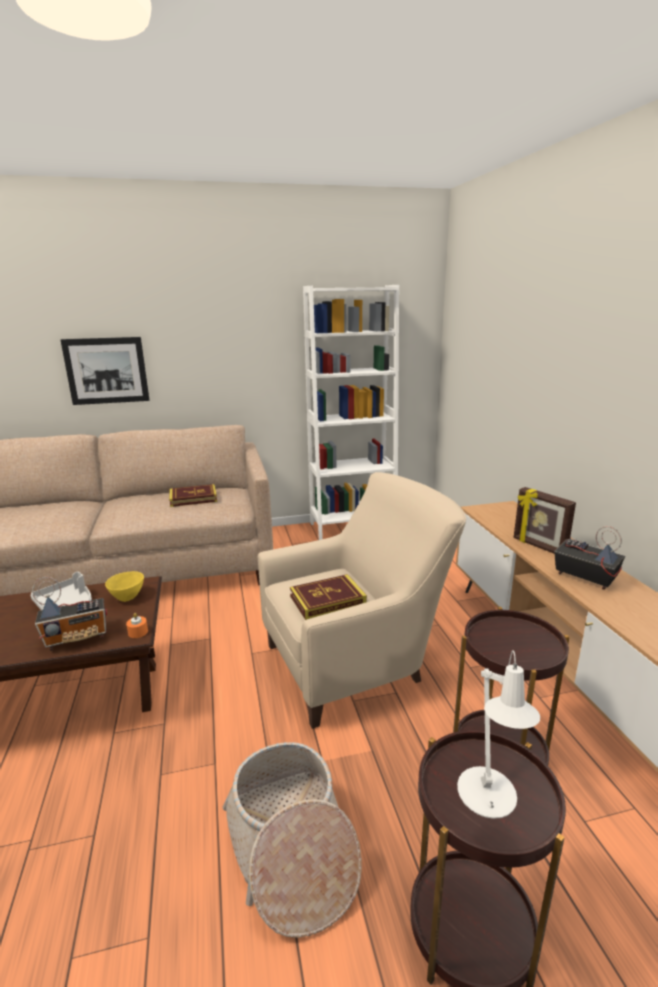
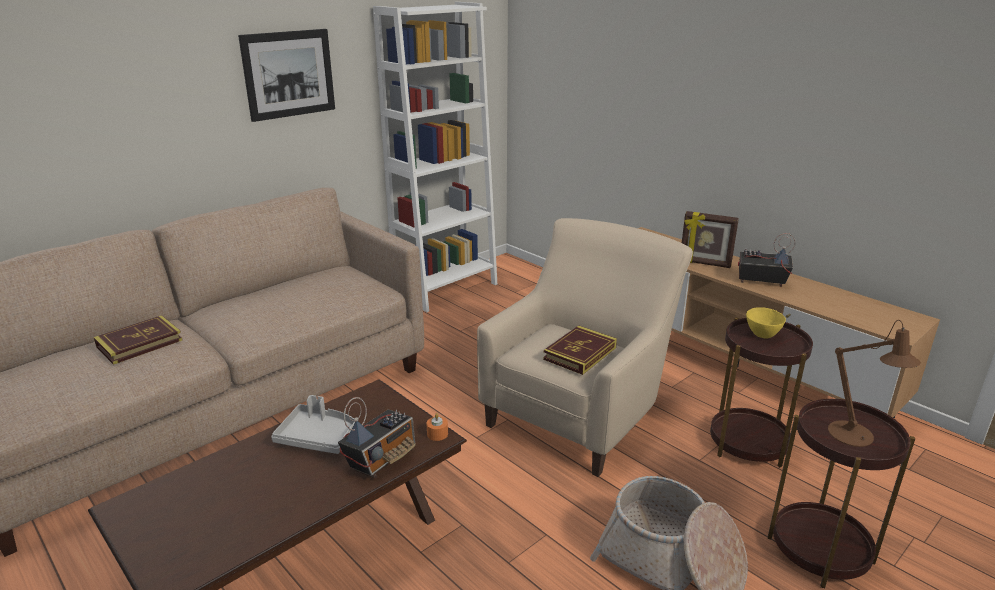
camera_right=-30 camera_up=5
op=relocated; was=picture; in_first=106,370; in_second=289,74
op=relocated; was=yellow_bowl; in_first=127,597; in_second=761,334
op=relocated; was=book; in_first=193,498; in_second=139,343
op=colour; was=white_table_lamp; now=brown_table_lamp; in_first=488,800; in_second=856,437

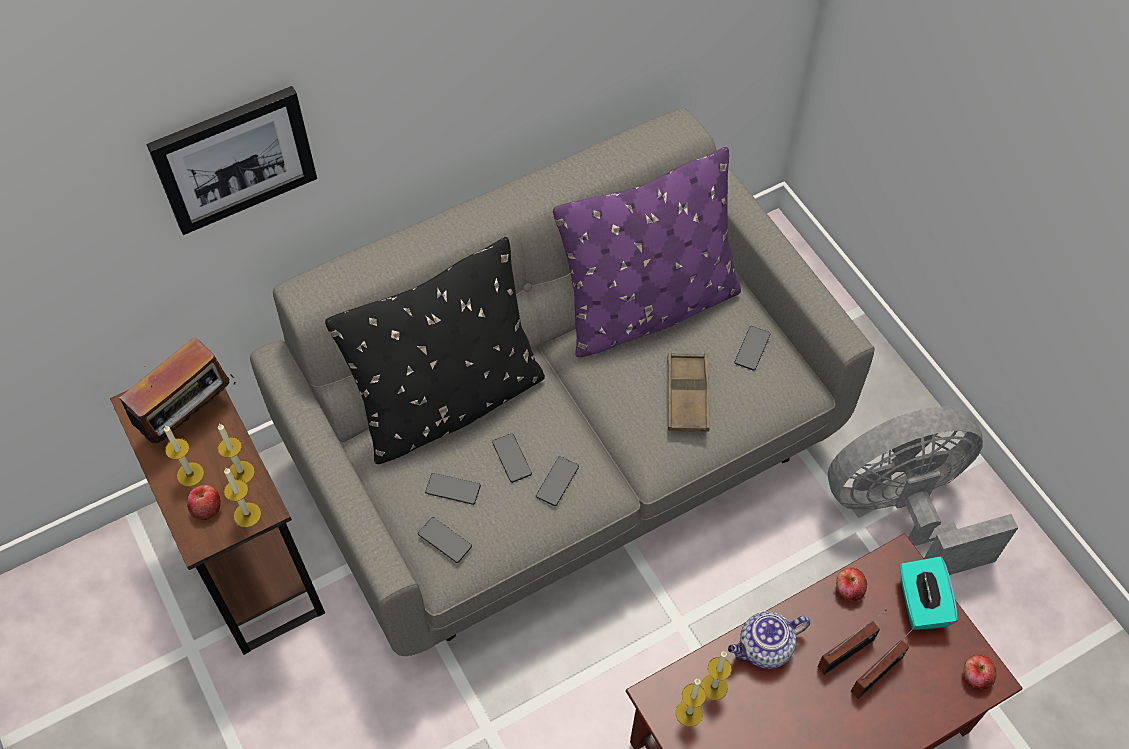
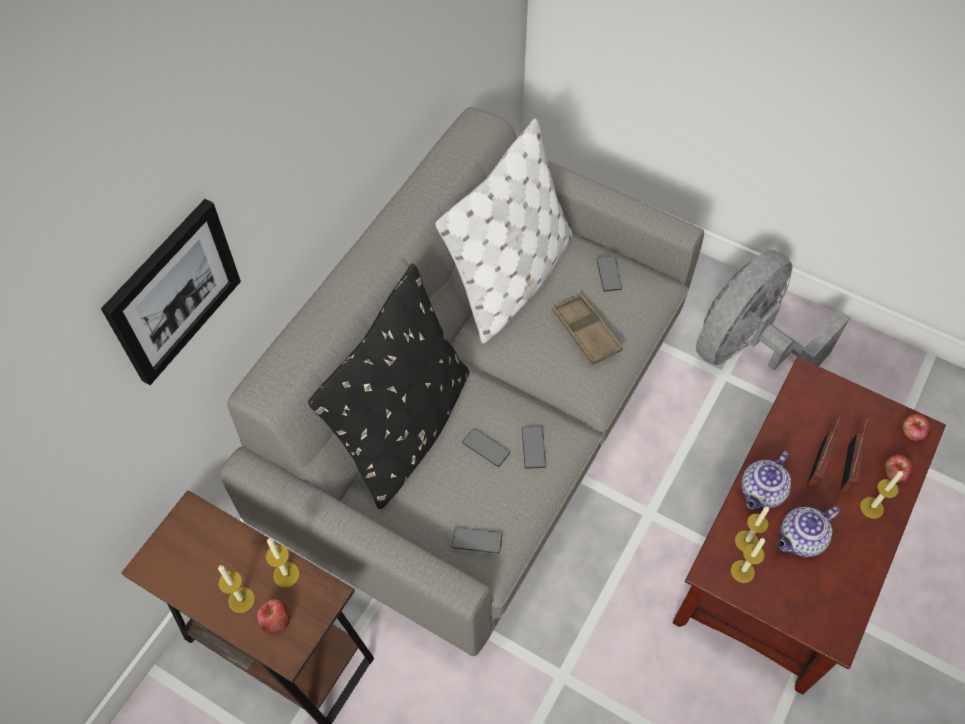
camera_right=-30 camera_up=0
op=missing; was=radio; in_first=190,417
op=missing; was=phone; in_first=453,489
op=missing; was=turquoise_tissue_box; in_first=921,603
op=appeared; now=teapot; in_second=800,540
op=relocated; was=candle; in_first=247,515; in_second=871,507
op=relocated; was=apple; in_first=849,589; in_second=894,473
op=colour; was=purple_pillow; now=white_pillow; in_first=648,307; in_second=511,280

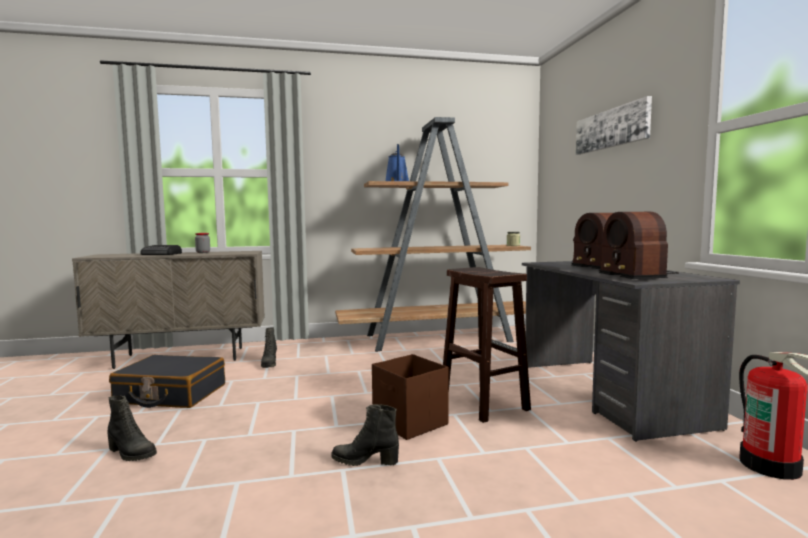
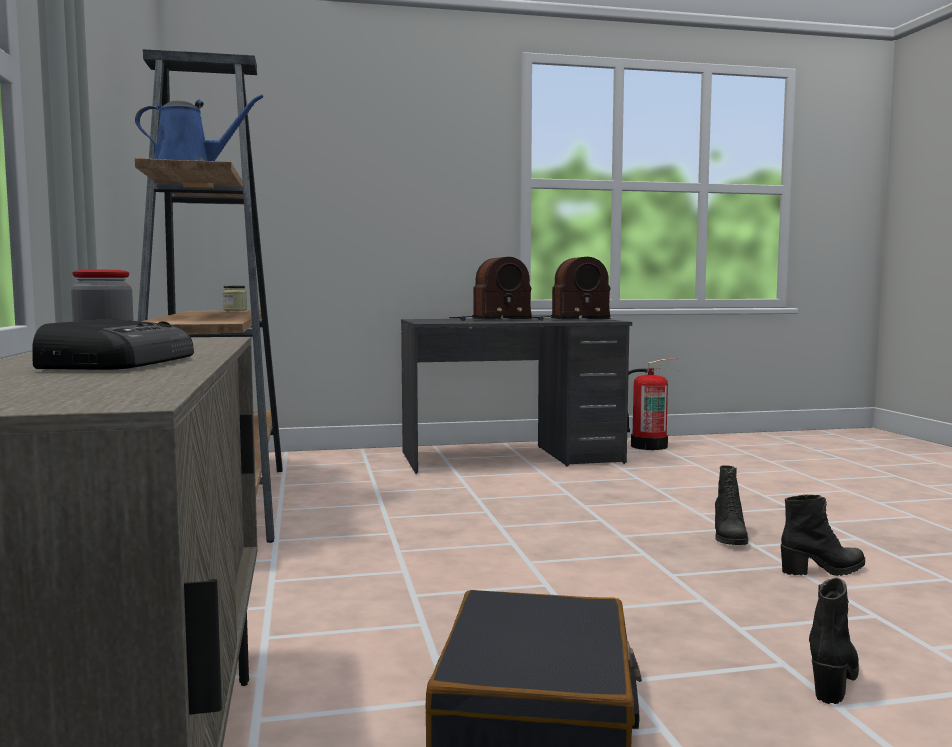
camera_right=-90 camera_up=0
op=missing; was=brown_storage_box; in_first=410,423
op=missing; was=brown_stool; in_first=482,402
op=missing; was=picture; in_first=611,128
op=relocated; was=black_boot; in_first=269,364; in_second=823,571

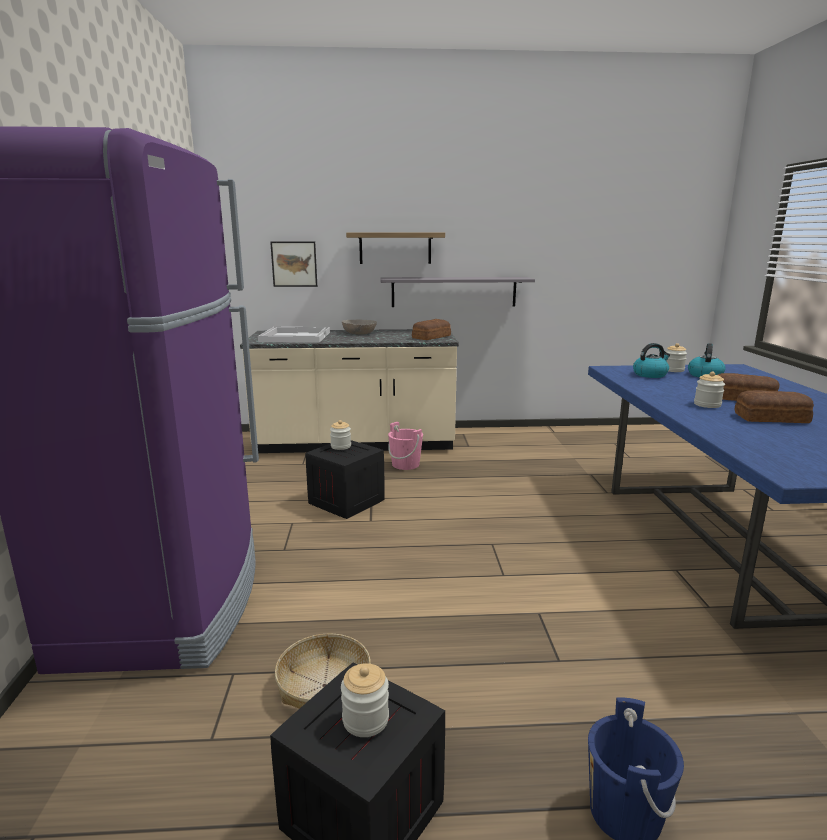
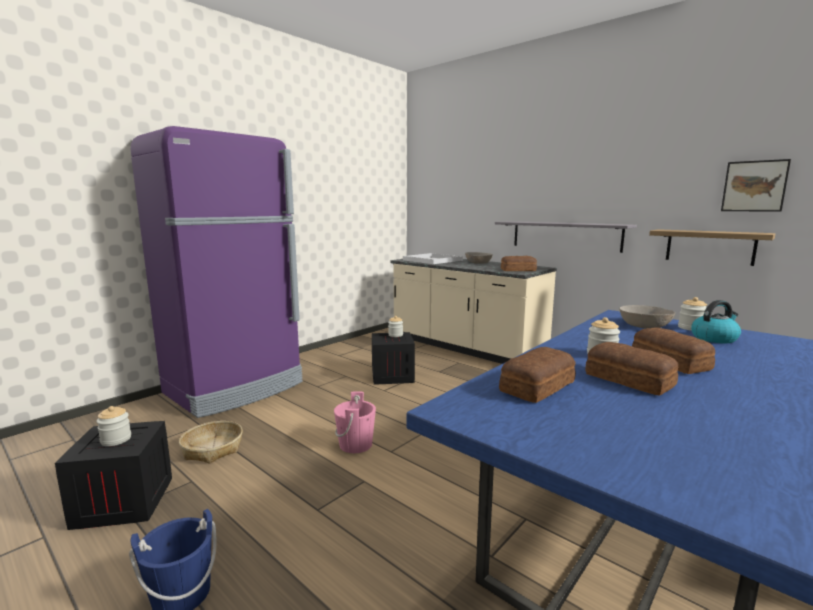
camera_right=45 camera_up=-5
op=appeared; now=bread; in_second=535,386
op=relocated; was=picture; in_first=294,264; in_second=754,186
op=relocated; was=shelf; in_first=395,248; in_second=709,246
op=relocated; was=pink_bucket; in_first=405,464; in_second=355,444
op=exchanged; was=kettle; now=grey_bowl; in_first=650,374; in_second=644,325

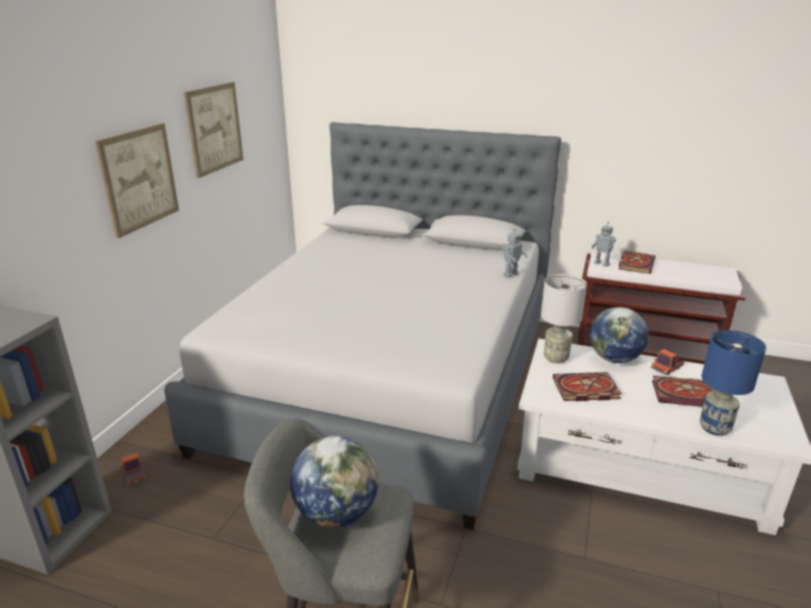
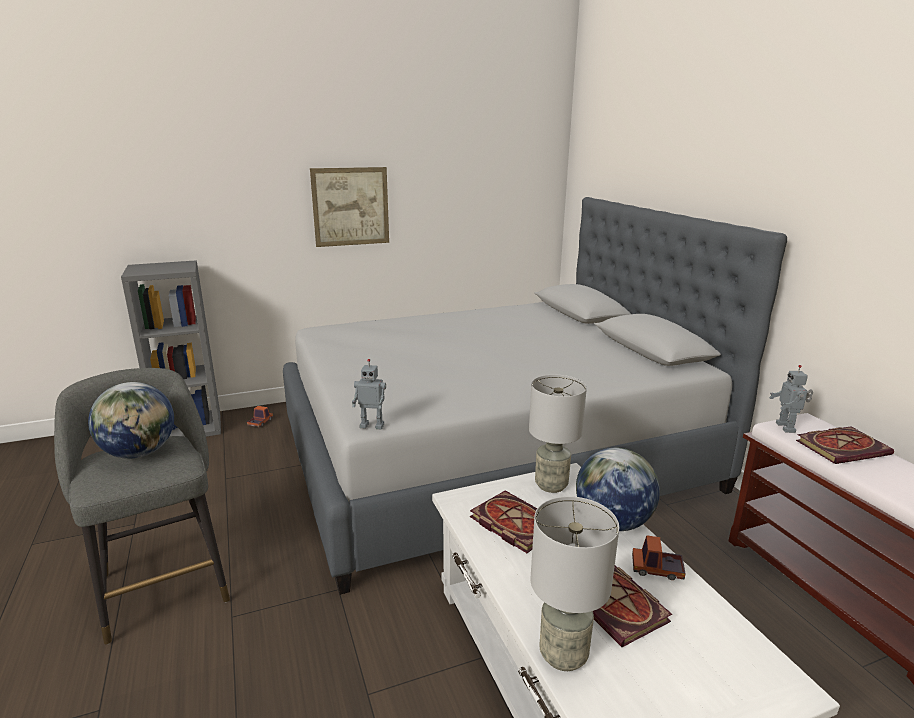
camera_right=50 camera_up=-5
op=missing; was=picture; in_first=214,128
op=relocated; was=toy_robot; in_first=510,274; in_second=372,425
op=colour; was=blue_table_lamp; now=grey_table_lamp; in_first=714,428; in_second=562,655

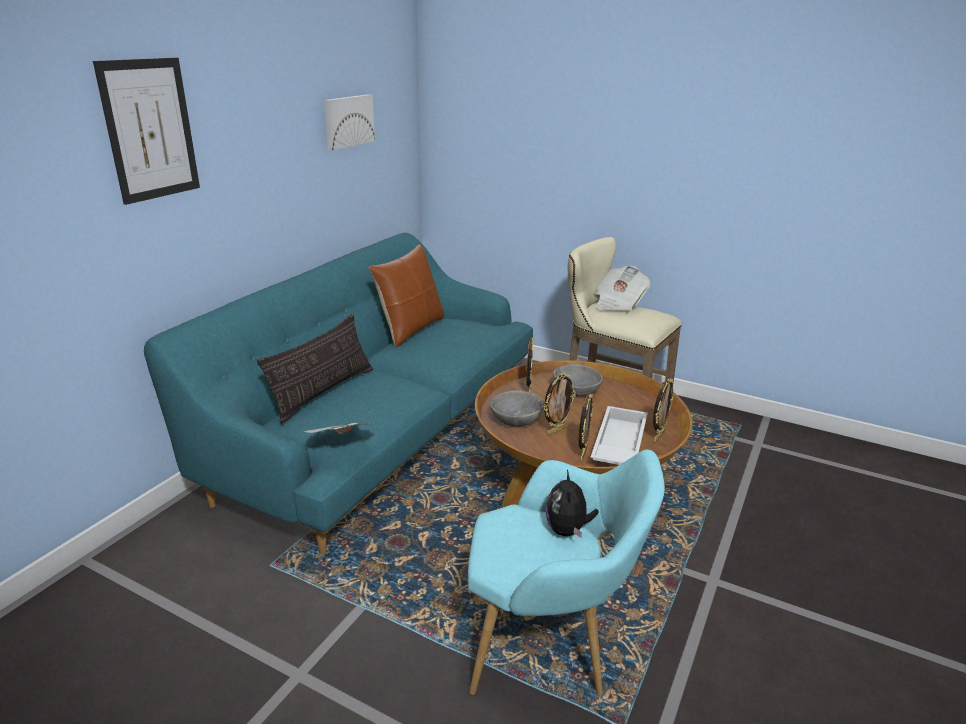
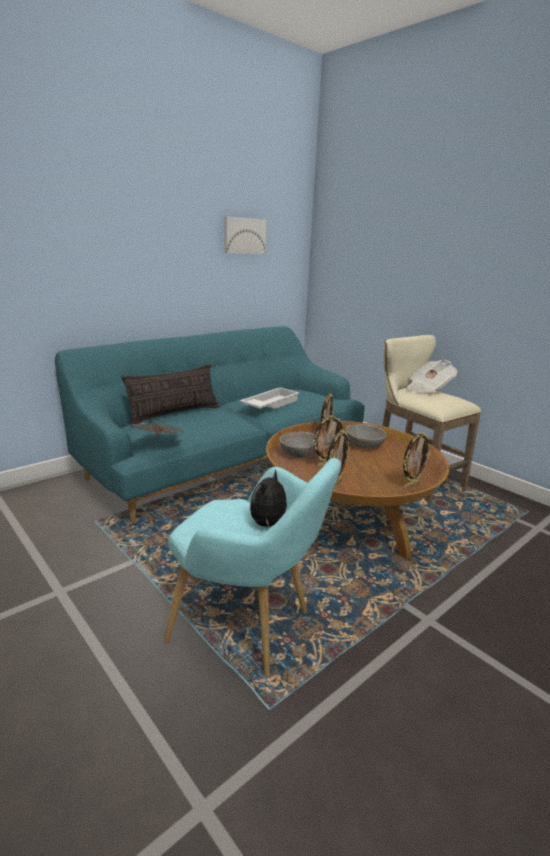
camera_right=20 camera_up=-5
op=missing; was=picture; in_first=150,130
op=missing; was=brown_pillow; in_first=410,329
op=relocated; was=white_tray; in_first=617,444; in_second=270,404

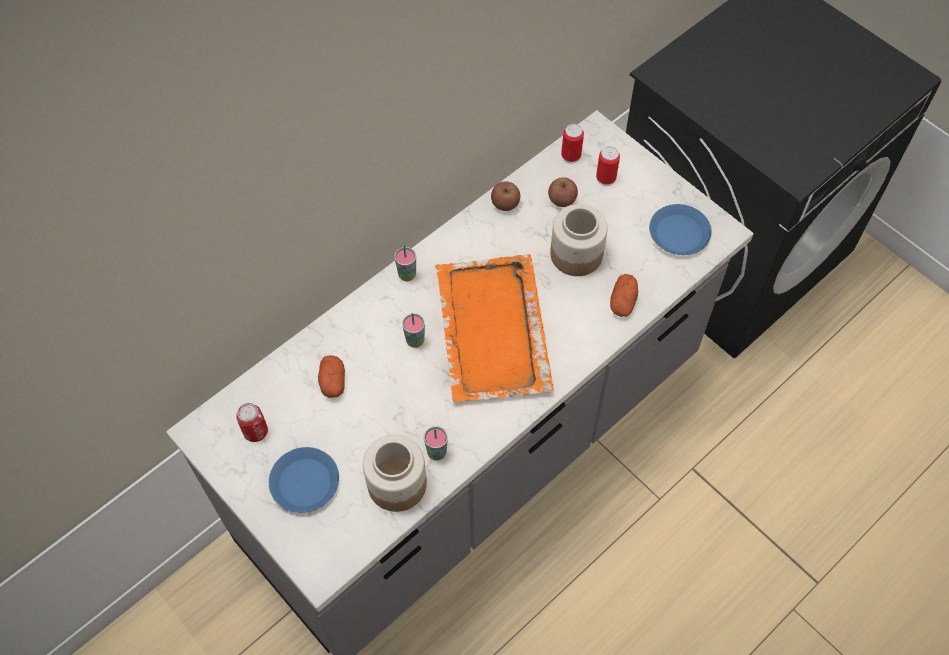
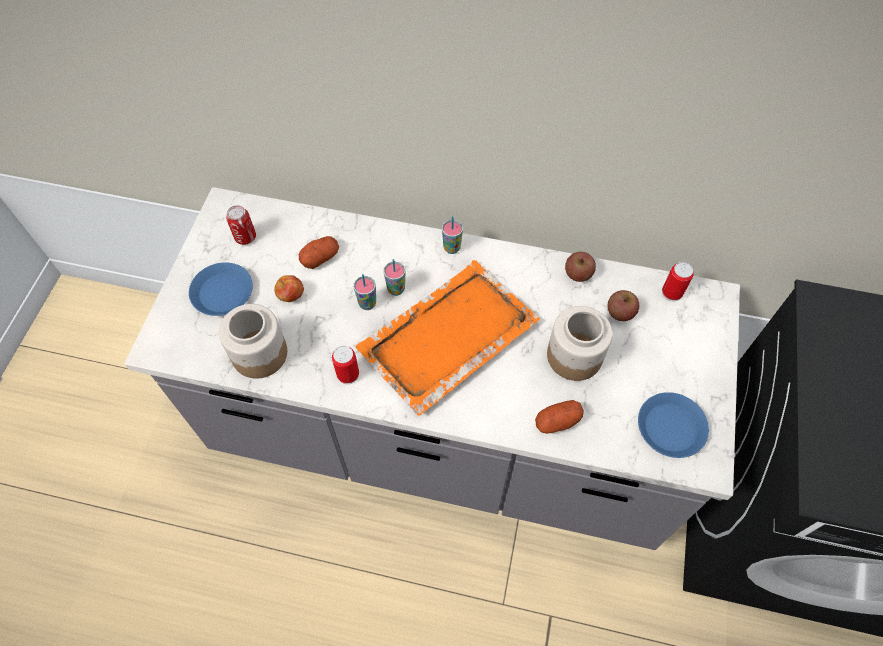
camera_right=55 camera_up=0
op=appeared; now=apple; in_second=291,296
op=relocated; was=cup; in_first=437,453; in_second=367,304
op=relocated; was=can; in_first=606,178; in_second=348,374

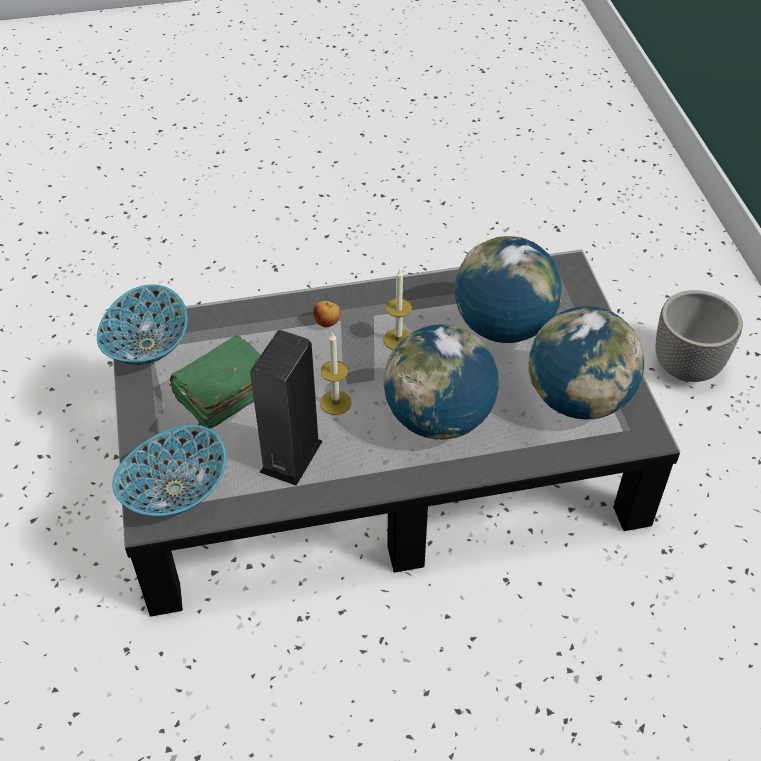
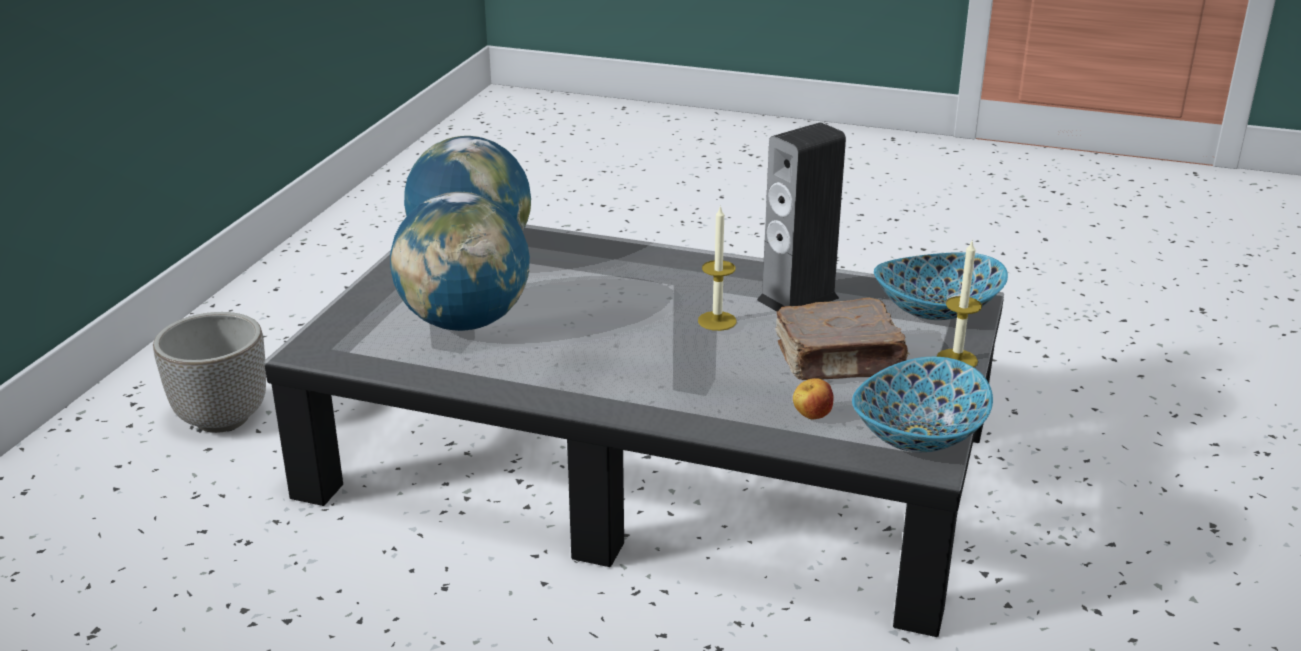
camera_right=-150 camera_up=-20
op=missing; was=globe; in_first=438,418
op=relocated; was=apple; in_first=327,323; in_second=811,416
op=relocated; was=candle; in_first=398,339; in_second=956,359
op=colour; was=green_book; now=brown_book; in_first=224,395; in_second=840,361

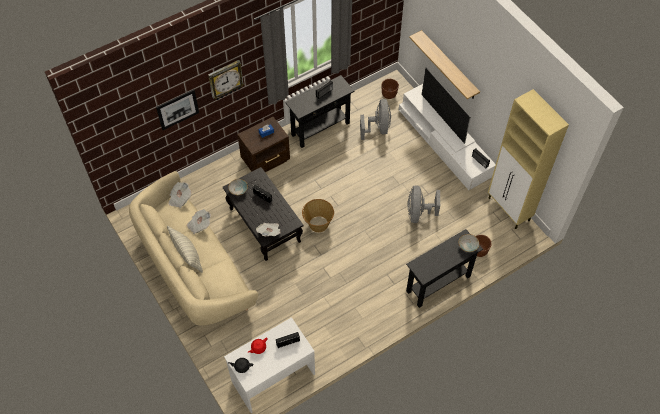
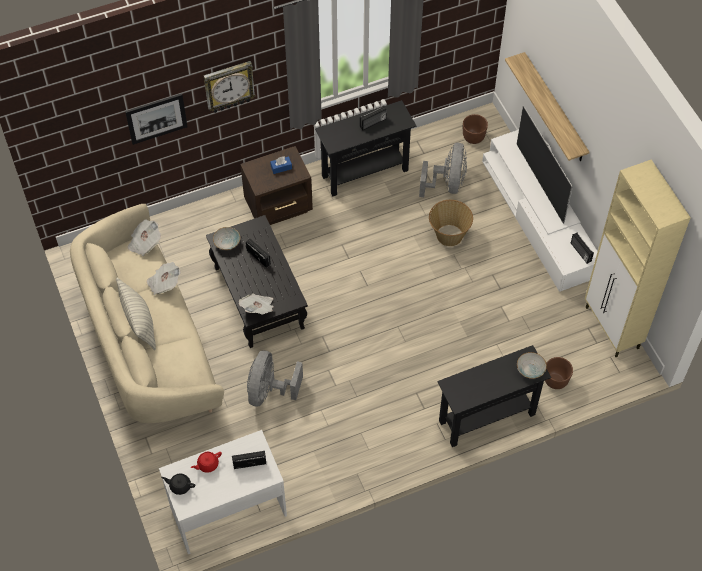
camera_right=10 camera_up=0
op=relocated; was=basket; in_first=318,224; in_second=449,235
op=relocated; was=grey_fan; in_first=418,213; in_second=269,391

